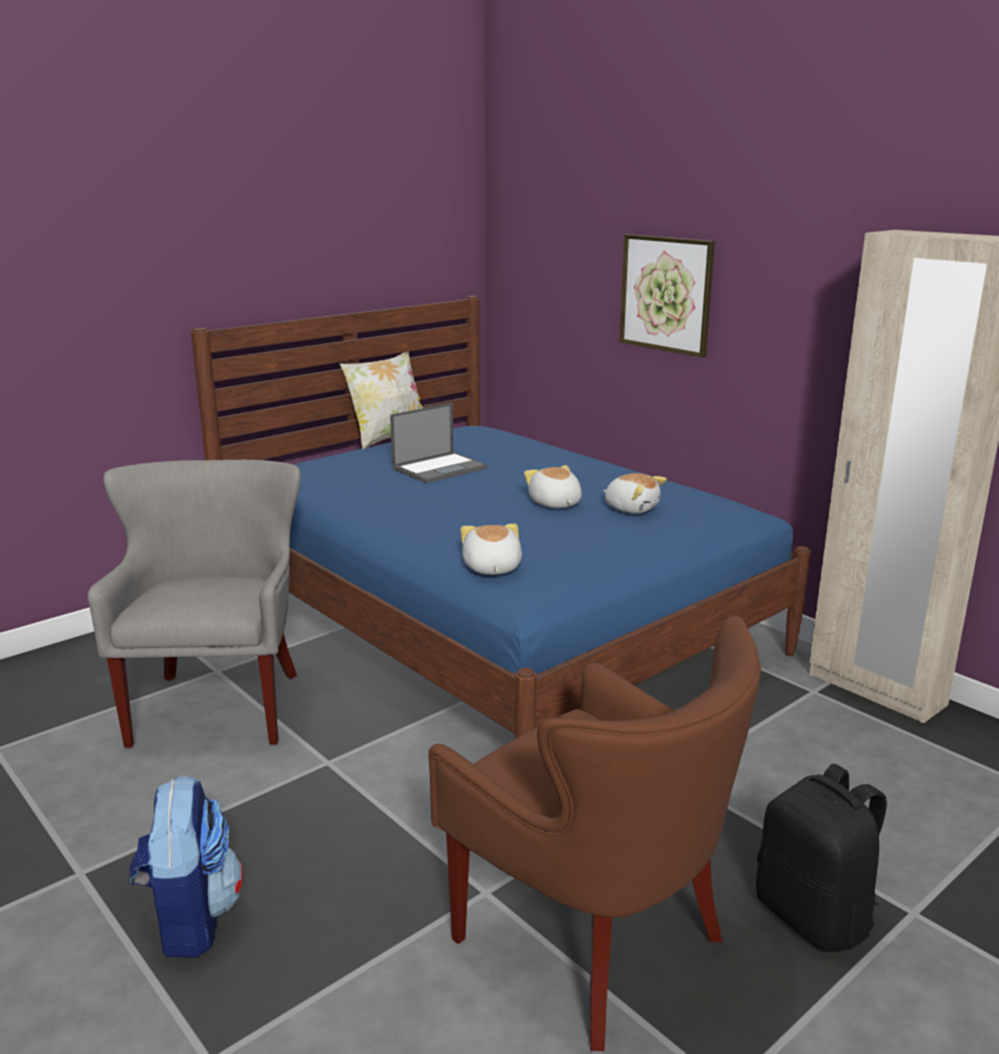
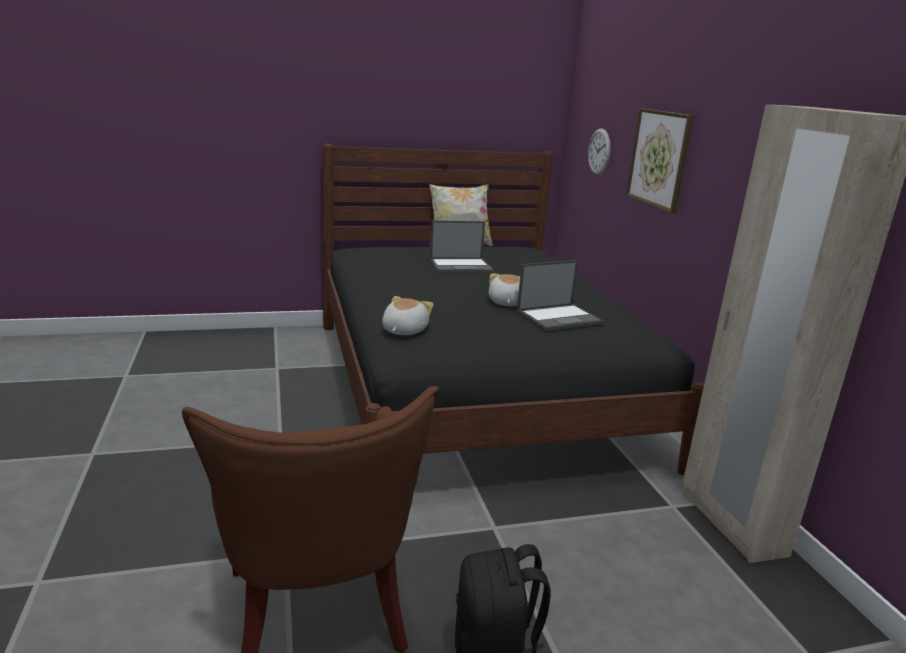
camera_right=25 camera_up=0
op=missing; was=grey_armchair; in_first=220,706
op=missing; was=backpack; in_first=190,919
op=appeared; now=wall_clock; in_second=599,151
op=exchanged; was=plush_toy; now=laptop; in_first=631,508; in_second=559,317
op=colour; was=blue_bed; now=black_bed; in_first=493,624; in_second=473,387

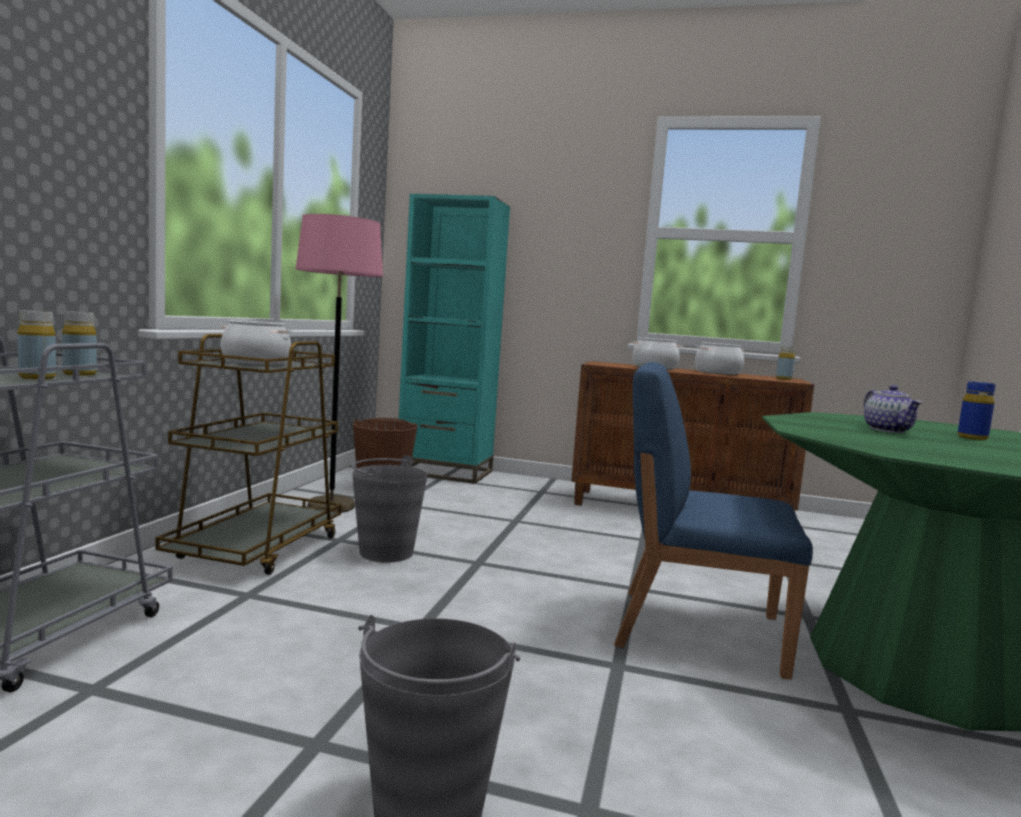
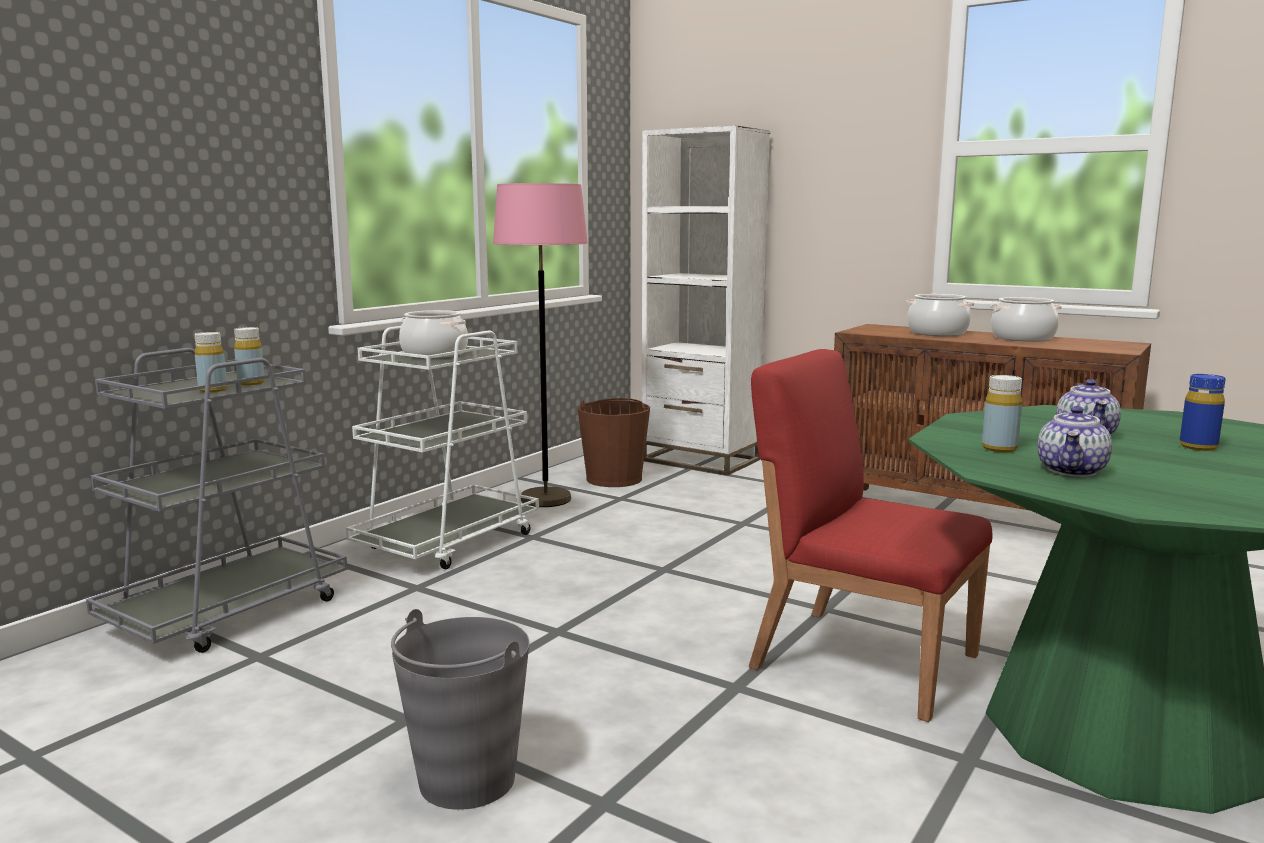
camera_right=20 camera_up=5
op=missing; was=grey_bucket; in_first=385,552
op=appeared; now=teapot; in_second=1072,471
op=relocated; was=yellow_bottle; in_first=784,379; in_second=999,448
op=colour; was=brown_cart; now=white_cart; in_first=258,548; in_second=449,542
op=colour; was=turquoise_bookcase; now=white_bookcase; in_first=445,472; in_second=700,460
op=colour; was=blue_chair; now=red_chair; in_first=696,629; in_second=862,659

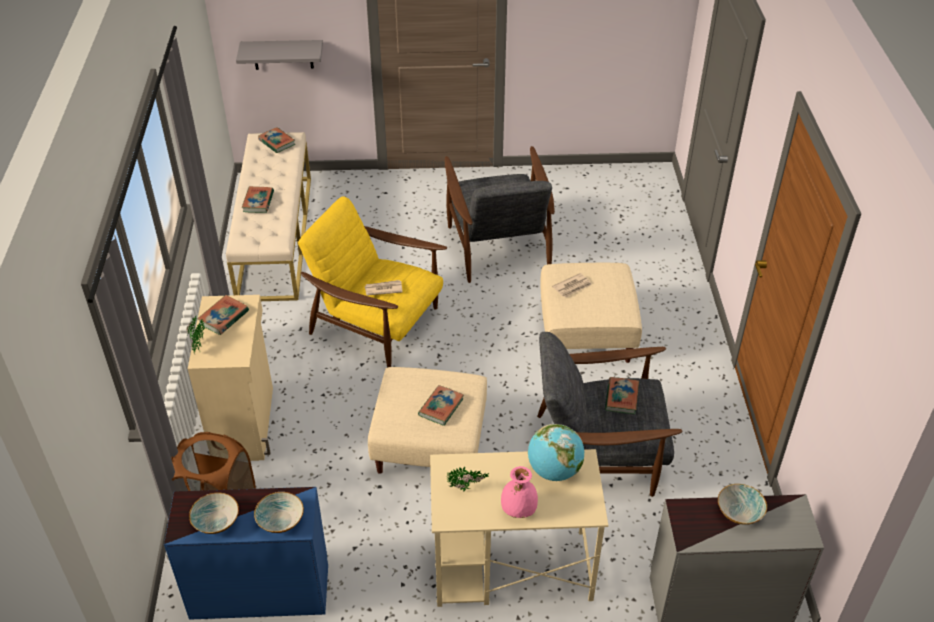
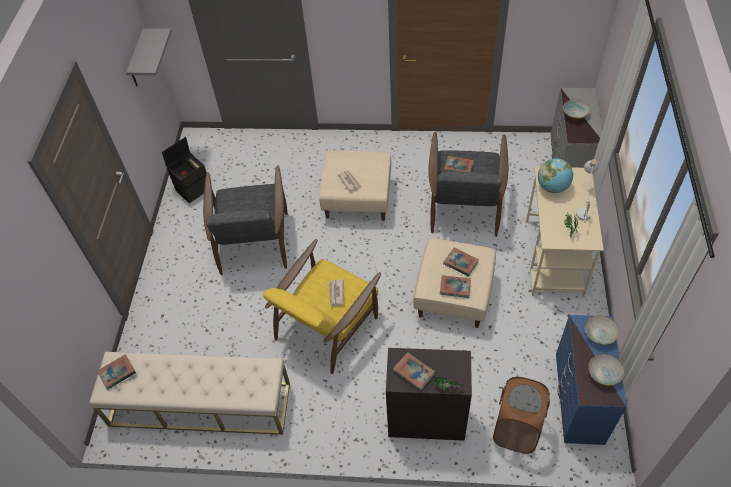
camera_right=-80 camera_up=10
op=appeared; now=black_storage_box; in_second=193,188
op=relocated; was=grey_shelf; in_first=283,54; in_second=138,60
op=relocated; was=book; in_first=258,202; in_second=455,287
op=exchanged; was=pink_vase; now=white_table_lamp; in_first=518,509; in_second=583,207
op=colour; was=beige_cabinet; now=black_cabinet; in_first=245,423; in_second=426,418
op=spun; was=grey_armchair; in_first=498,245; in_second=253,240; clockwise=90

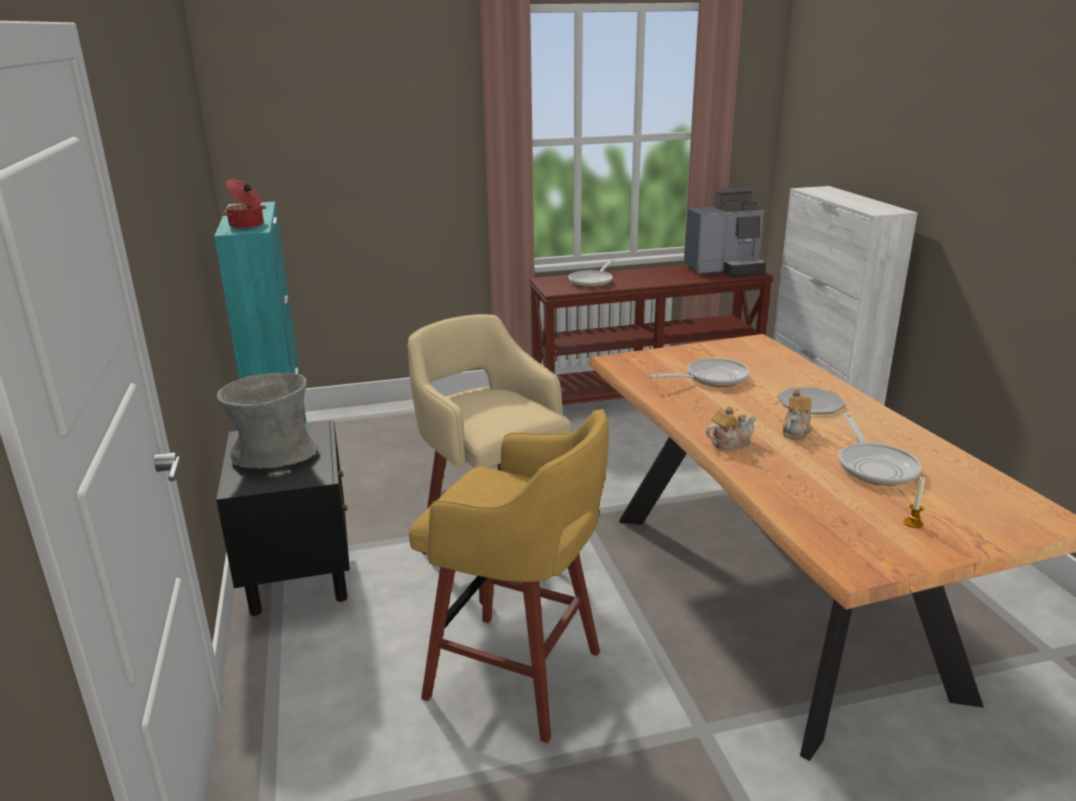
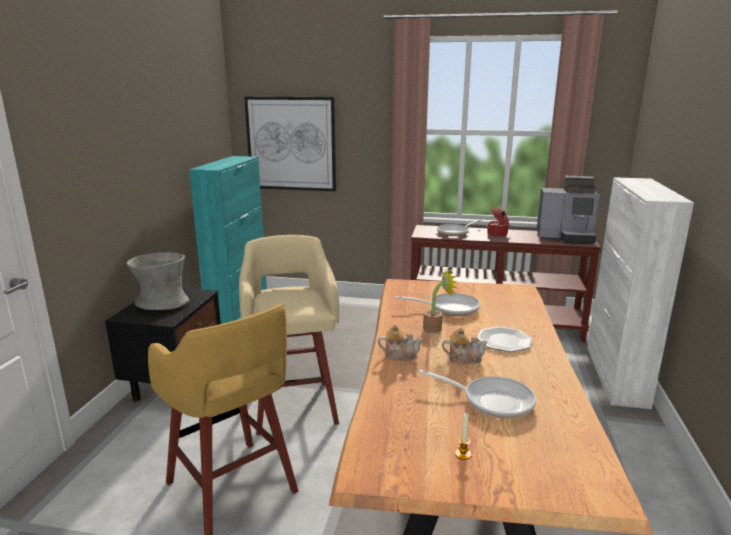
camera_right=25 camera_up=-5
op=appeared; now=picture; in_second=291,144
op=appeared; now=potted_plant; in_second=436,328
op=relocated; was=cooking_pot; in_first=247,225; in_second=497,234
op=spun; was=teapot; in_first=796,431; in_second=463,358; clockwise=-135
op=spun; was=frying_pan; in_first=875,466; in_second=492,401; clockwise=-90

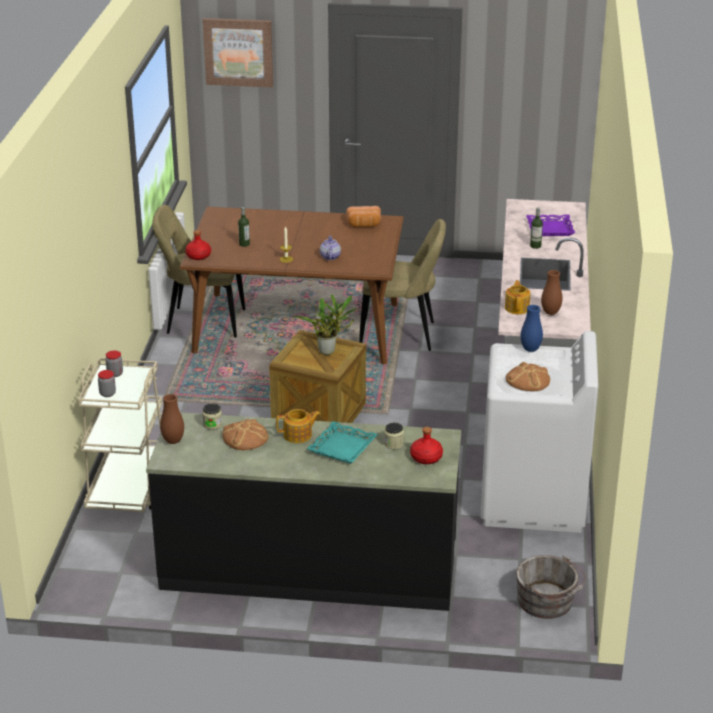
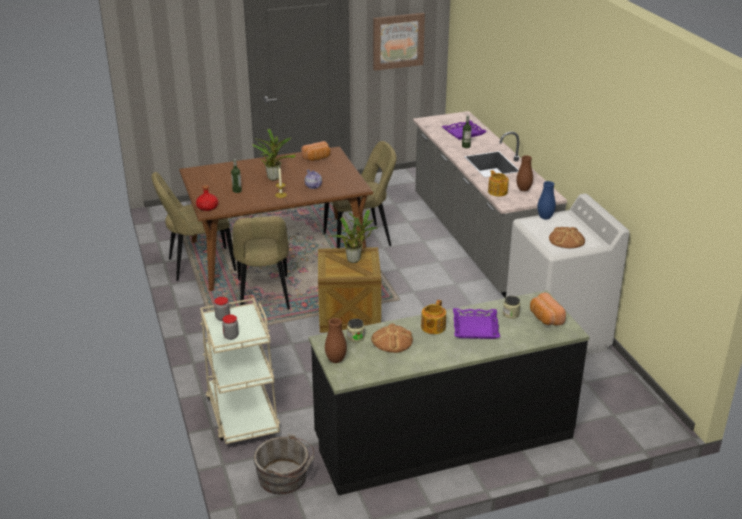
camera_right=-25 camera_up=0
op=appeared; now=beige_chair; in_second=264,296
op=appeared; now=potted_plant; in_second=274,177
op=relocated; was=picture; in_first=238,52; in_second=398,41
op=relocated; was=grey_bucket; in_first=548,603; in_second=285,478
op=exchanged; was=red_bottle; now=bread; in_first=426,457; in_second=545,318
op=colour; was=turquoise_tray; now=purple_tray; in_first=343,447; in_second=476,327
op=spun; was=teapot; in_first=298,435; in_second=432,327; clockwise=150

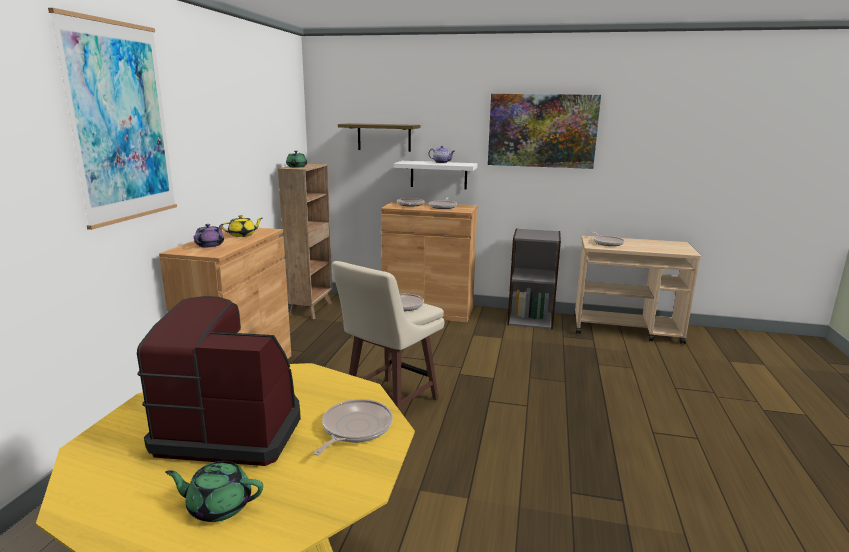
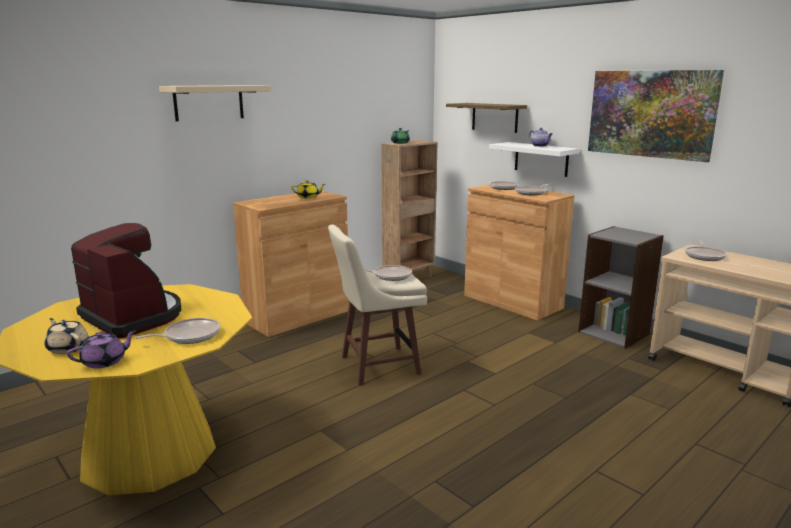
camera_right=35 camera_up=0
op=relocated; was=purple_teapot; in_first=210,245; in_second=105,362
op=exchanged; was=picture; now=beige_shelf; in_first=120,123; in_second=209,102
op=colour; was=green_teapot; now=beige_teapot; in_first=218,506; in_second=68,348

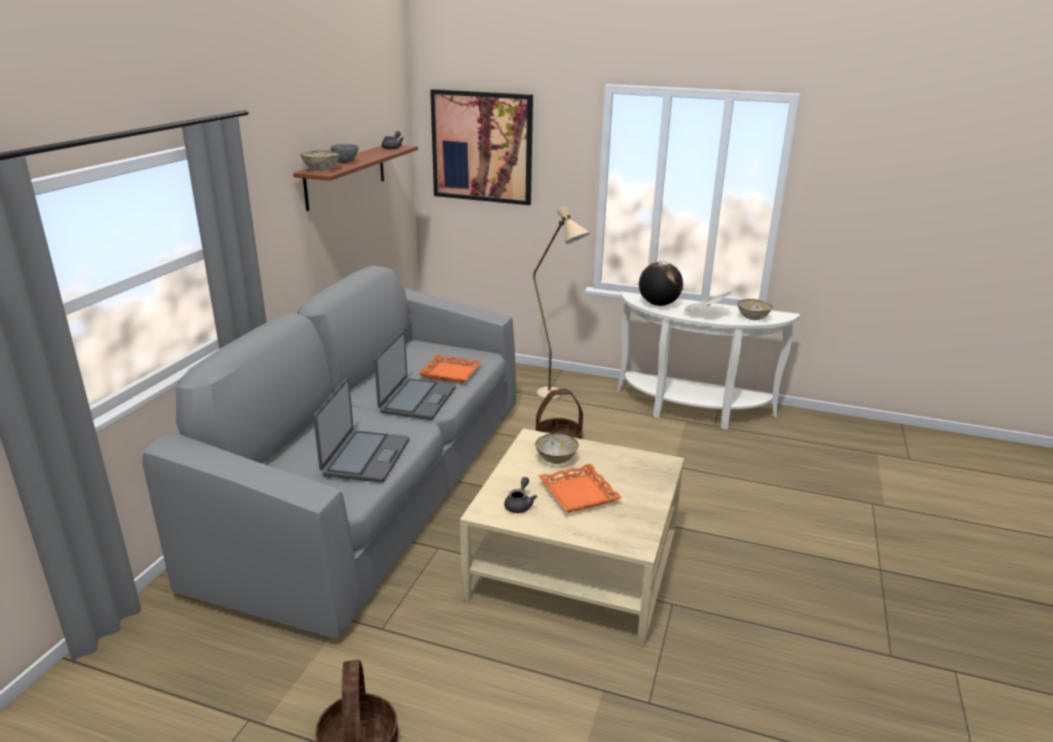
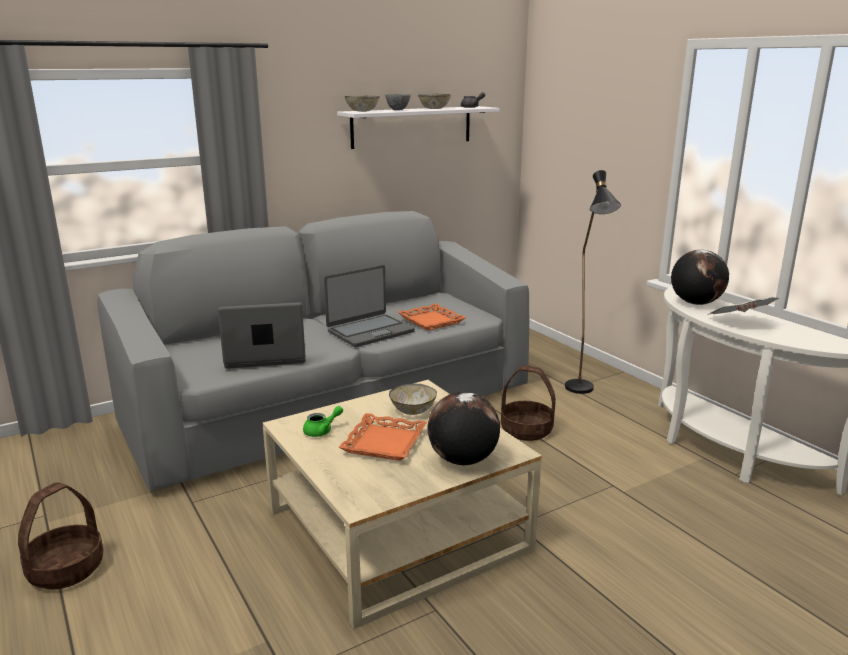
camera_right=40 camera_up=-5
op=missing; was=picture; in_first=482,147
op=appeared; now=globe; in_second=462,460
op=relocated; was=bowl; in_first=753,318; in_second=434,109
op=colour; was=brown_shelf; now=white_shelf; in_first=346,176; in_second=412,126
op=colour; was=grey_teapot; now=green_teapot; in_first=519,504; in_second=322,431
op=colour; was=beige_floor_lamp; now=black_floor_lamp; in_first=556,398; in_second=582,392
op=spun; was=laptop; in_first=365,457; in_second=265,356; clockwise=-150

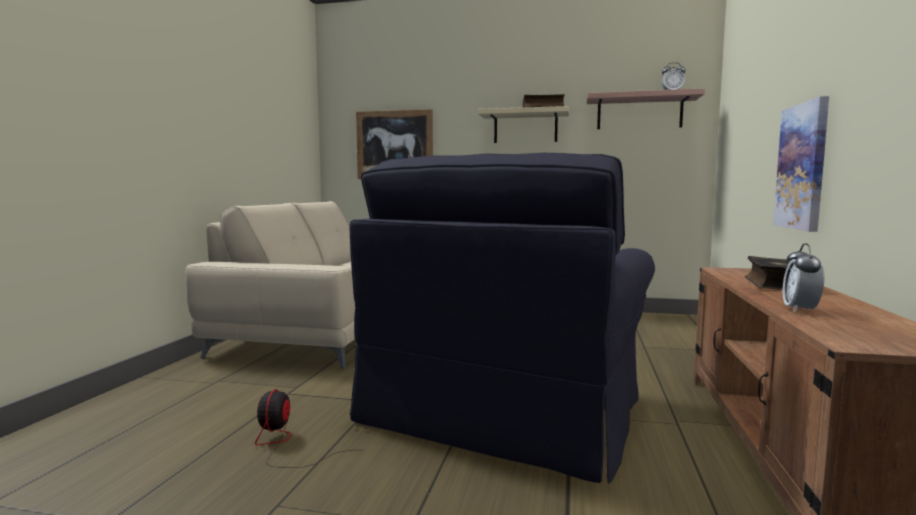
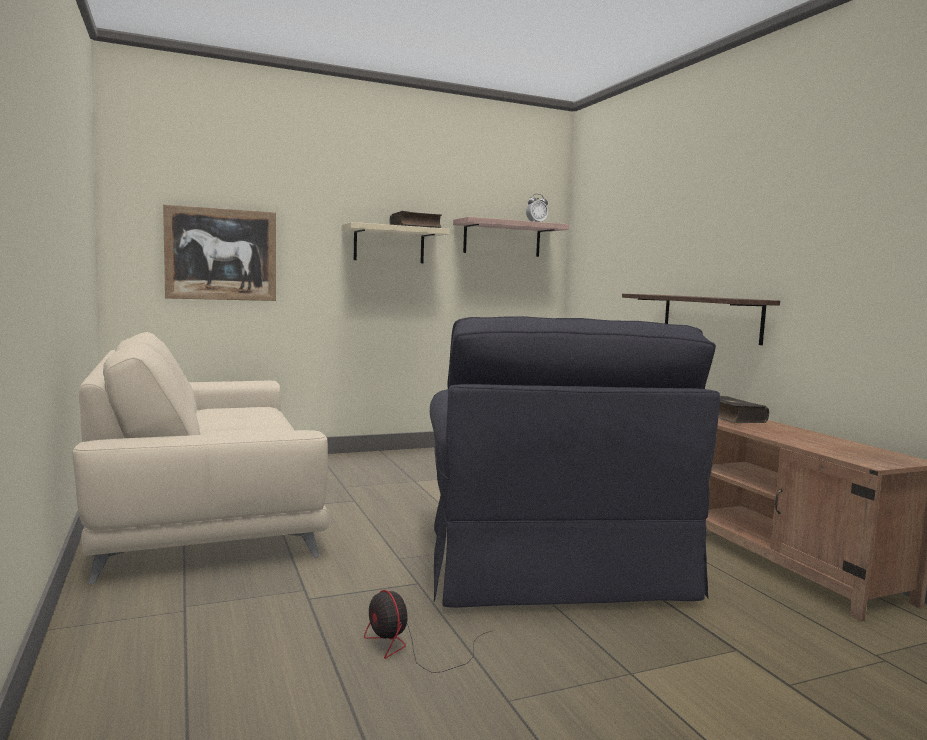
camera_right=-35 camera_up=0
op=missing; was=alarm_clock; in_first=800,310
op=exchanged; was=picture; now=shelf; in_first=802,167; in_second=711,318

